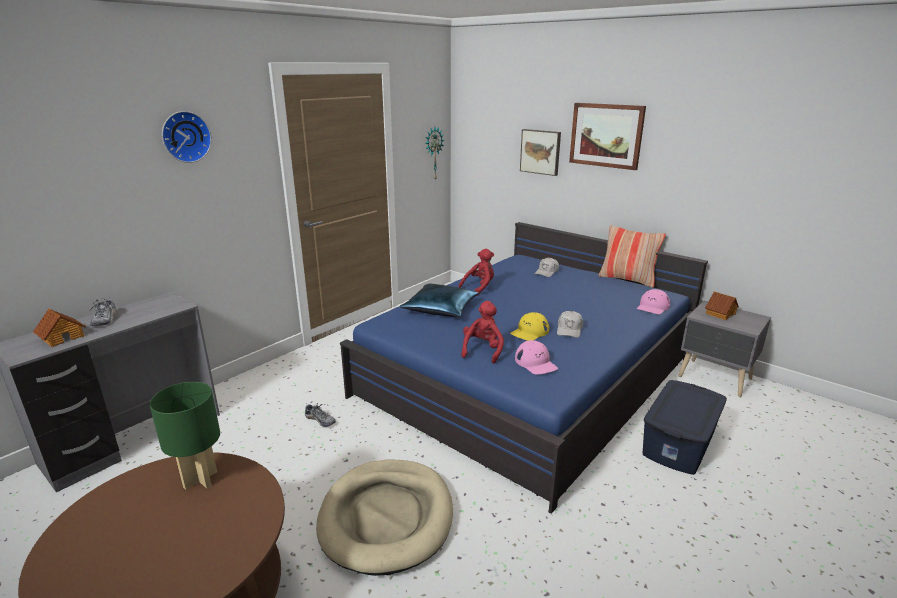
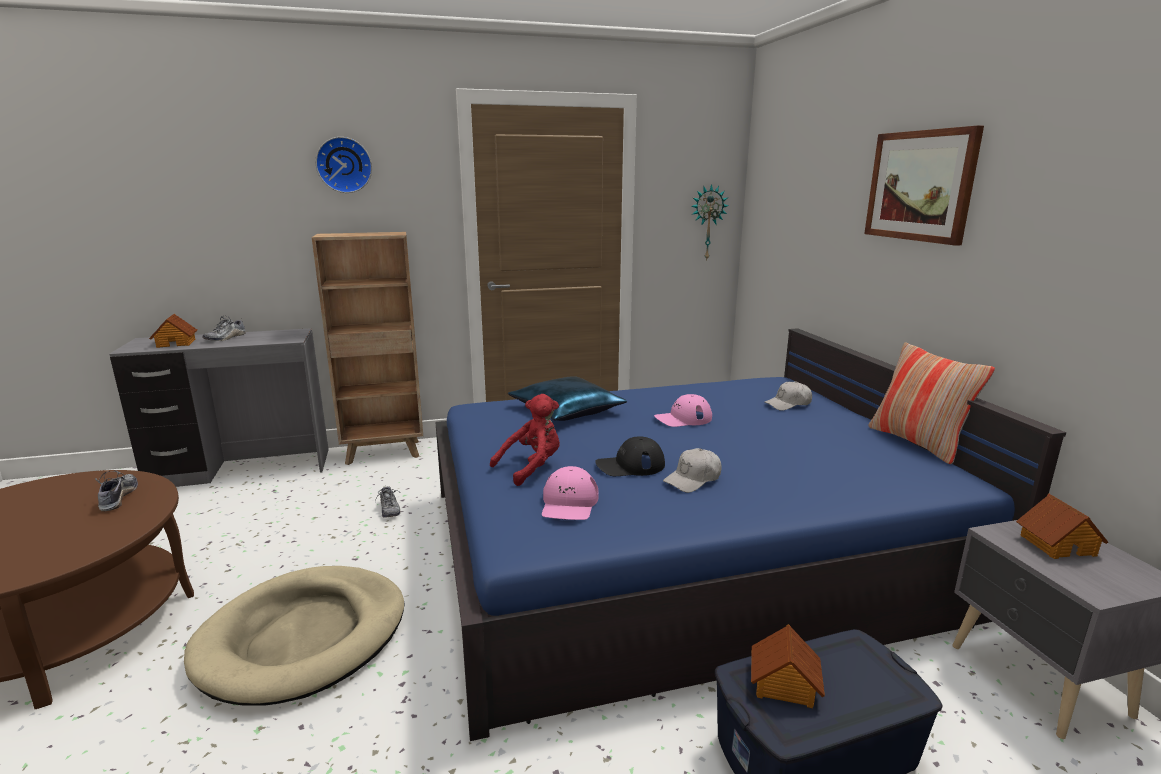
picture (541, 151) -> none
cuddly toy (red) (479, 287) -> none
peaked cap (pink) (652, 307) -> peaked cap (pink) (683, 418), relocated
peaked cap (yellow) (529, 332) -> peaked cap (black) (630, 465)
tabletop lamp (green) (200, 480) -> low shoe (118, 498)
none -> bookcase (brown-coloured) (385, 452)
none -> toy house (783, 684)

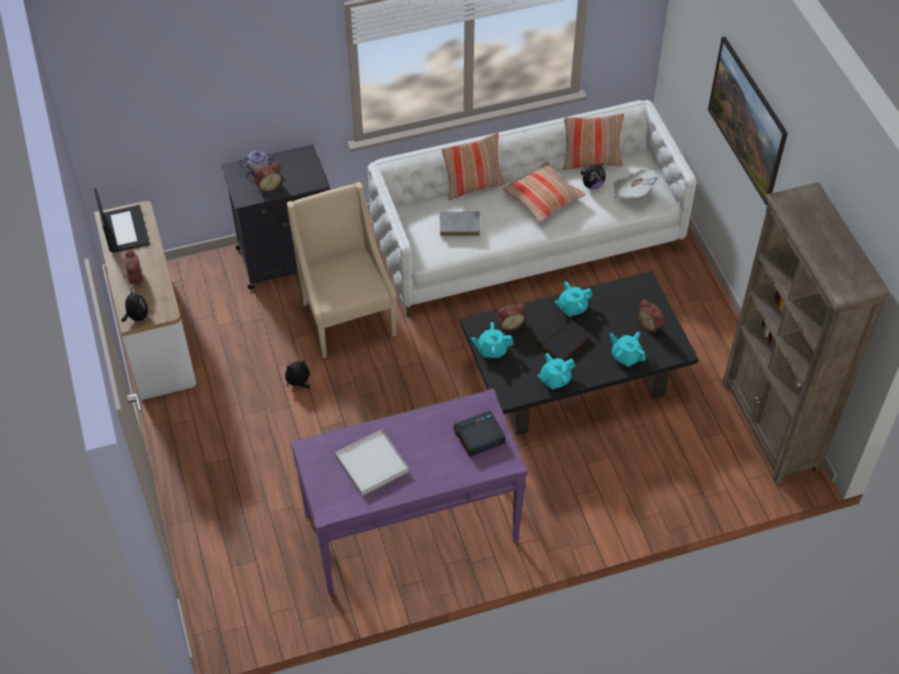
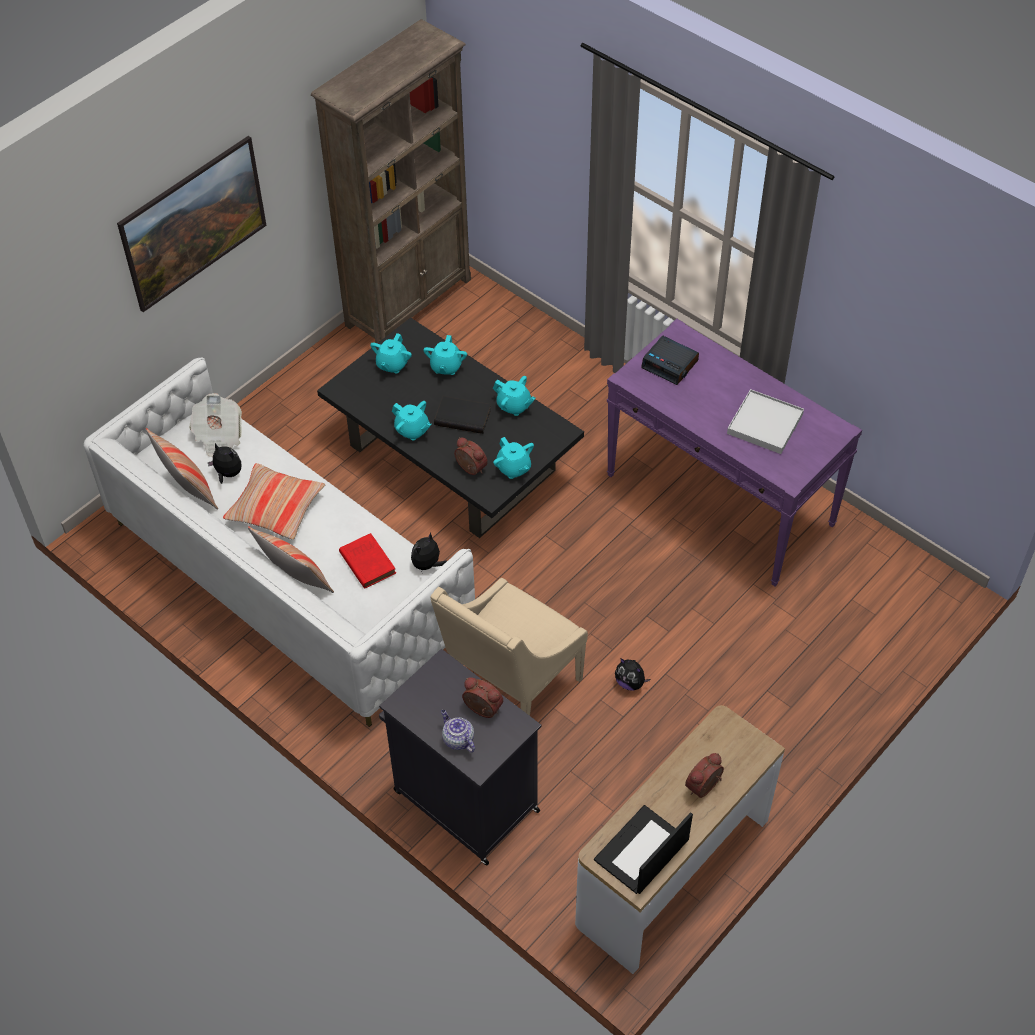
book (grey) (461, 225) -> book (red) (367, 562)
cuddly toy (137, 316) -> cuddly toy (427, 565), relocated
bedside clock (650, 324) -> teapot (turquoise) (392, 364)

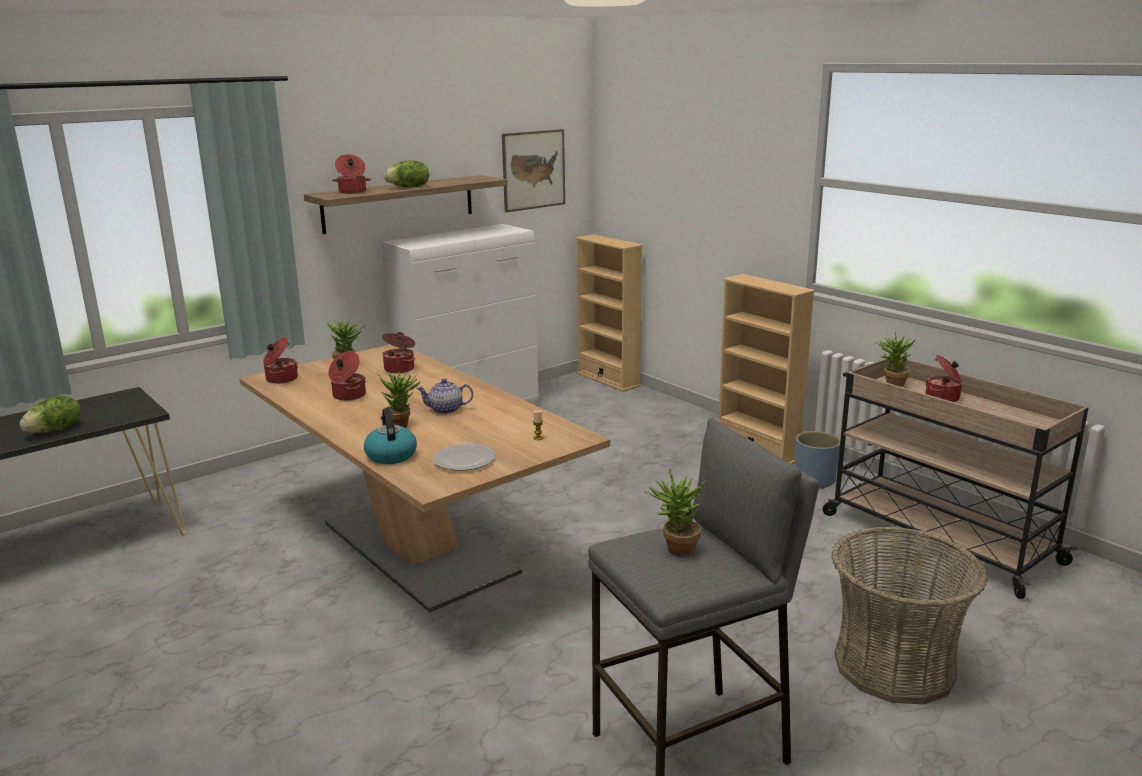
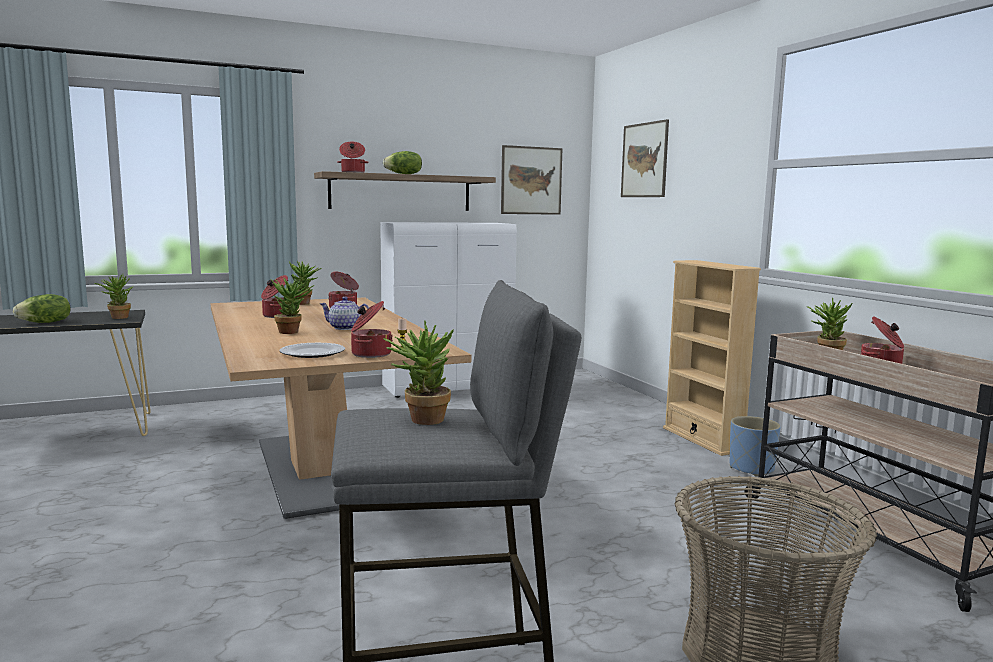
bookcase (sand-coloured) (608, 379) -> none
stockpot (281, 379) -> stockpot (370, 354), relocated
kettle (390, 455) -> none
none -> picture (644, 160)
none -> houseplant (117, 317)

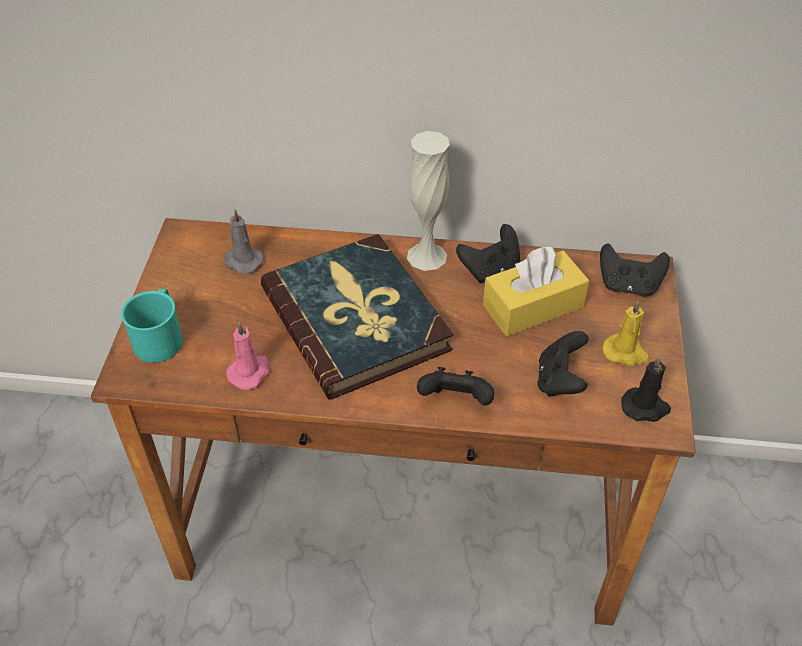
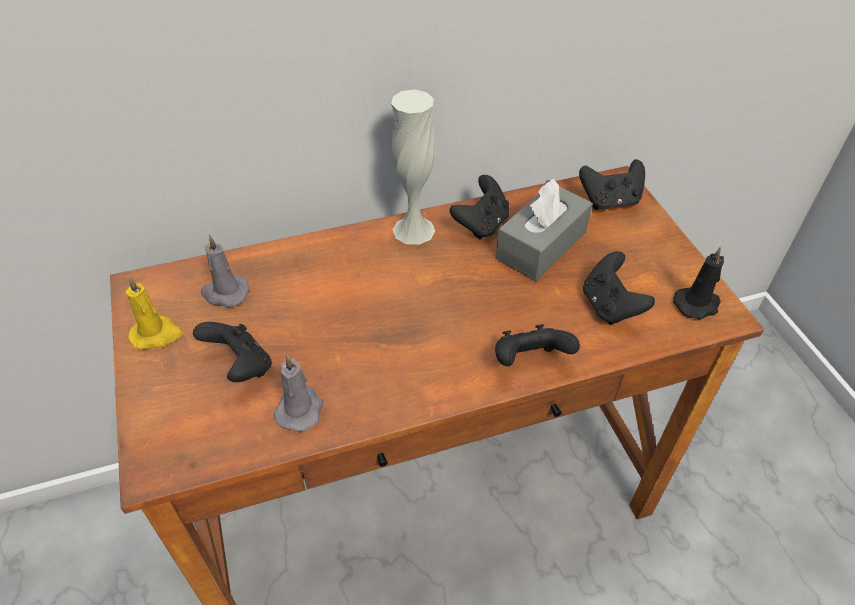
book (356, 319) -> none
tissue holder (yellow) (533, 306) -> tissue holder (grey) (541, 245)
mug (turquoise) (160, 337) -> none
candle (yellow) (625, 352) -> candle (yellow) (157, 334), relocated
candle (pink) (250, 372) -> candle (grey) (300, 409)
none -> game controller (black) (240, 366)

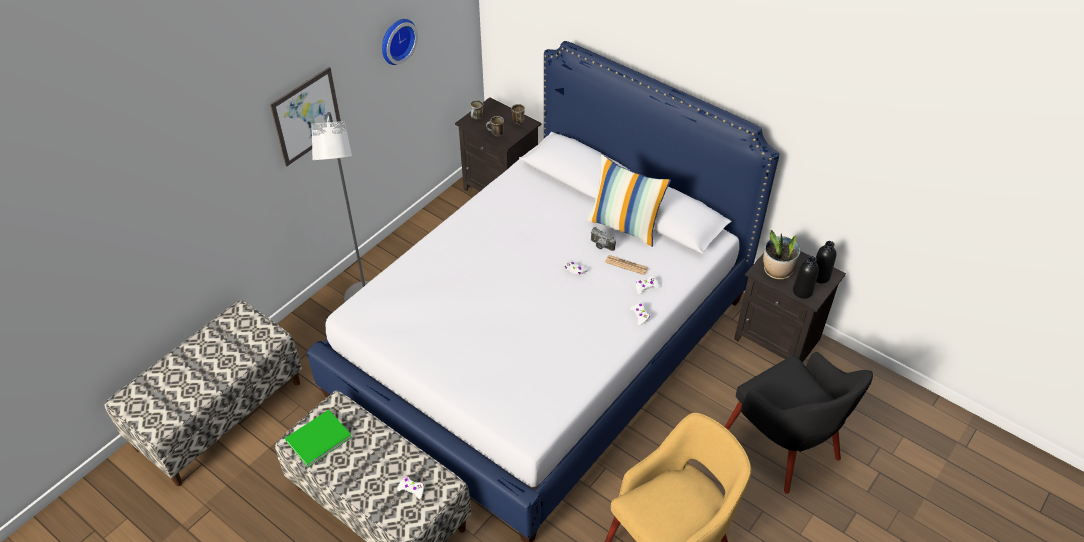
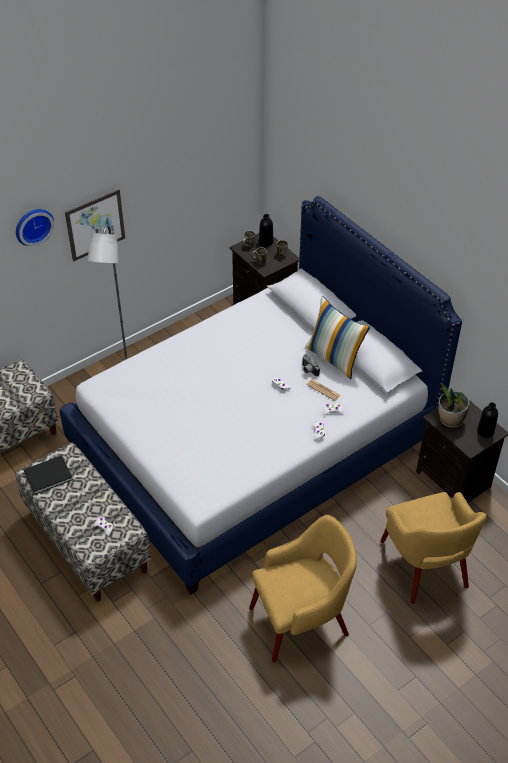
clock on the wall (396, 40) -> clock on the wall (33, 225), relocated
drink bottle (black) (802, 291) -> drink bottle (black) (266, 242), relocated
easy chair (black) (784, 445) -> easy chair (yellow) (425, 566)
book (green) (316, 439) -> book (black) (46, 475)

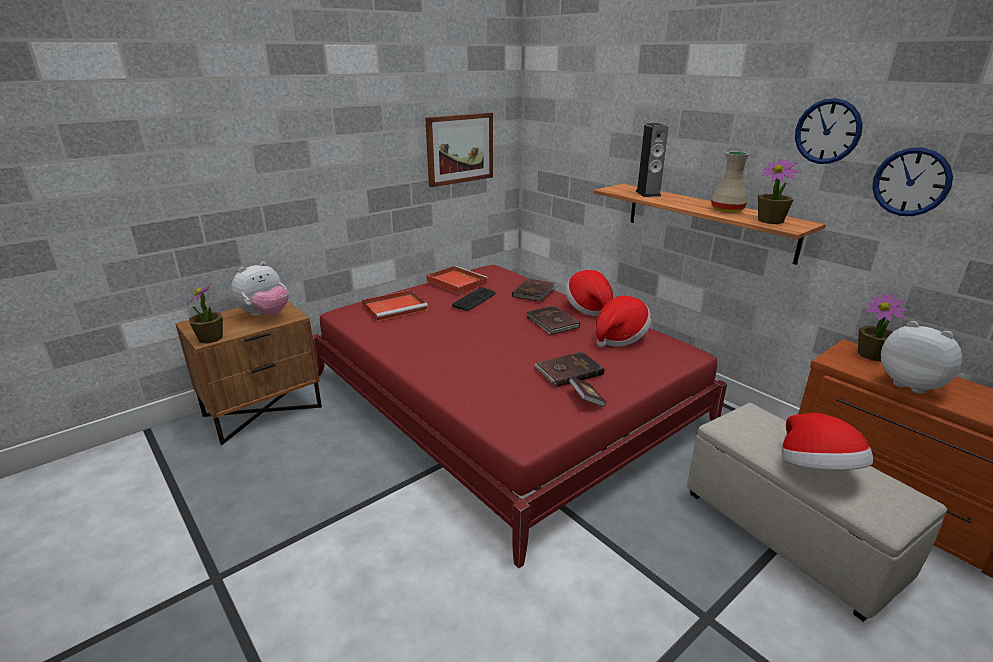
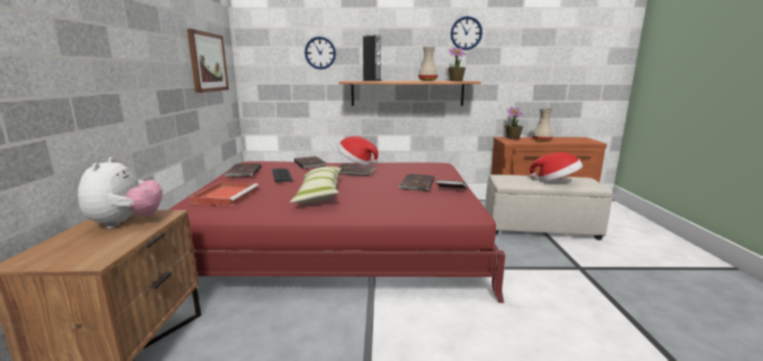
clock on the wall (911, 182) -> clock on the wall (320, 53), relocated
tray (red) (456, 282) -> book (brown-coloured) (243, 172)
houseplant (210, 338) -> none
wearable hat (619, 337) -> none
cuddly toy (911, 384) -> decorative vase (sand-coloured) (542, 141)
none -> pillow (319, 193)

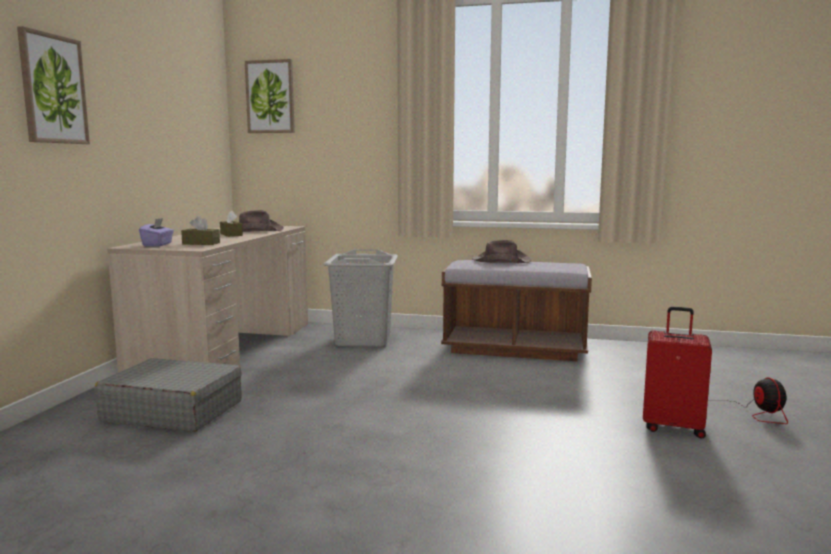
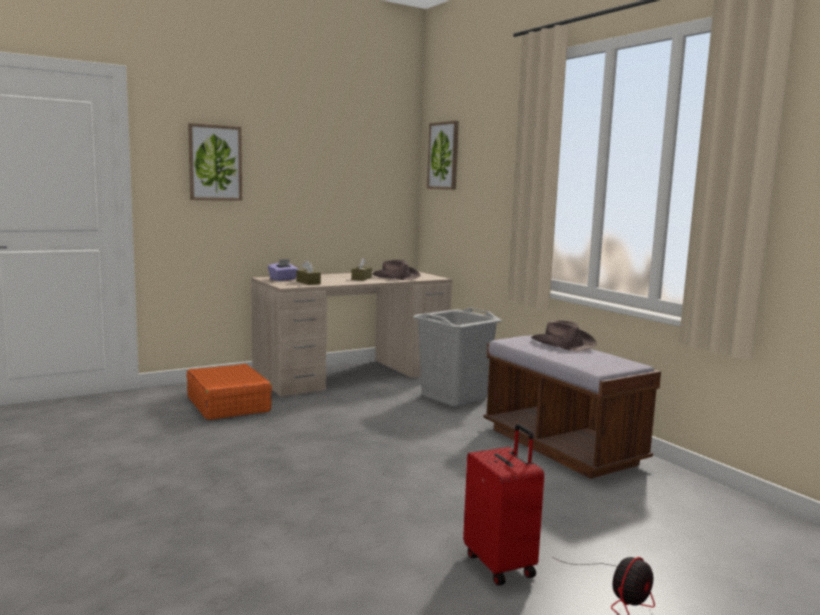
suitcase (grey) (172, 411) -> suitcase (orangey) (228, 404)

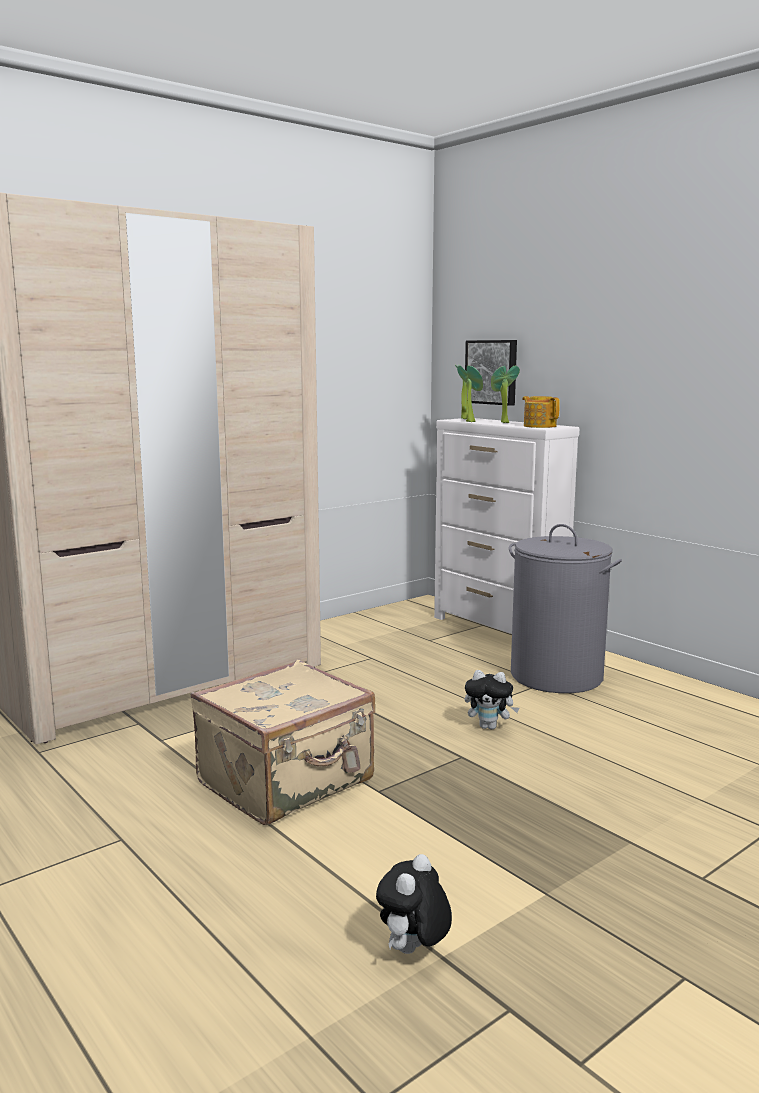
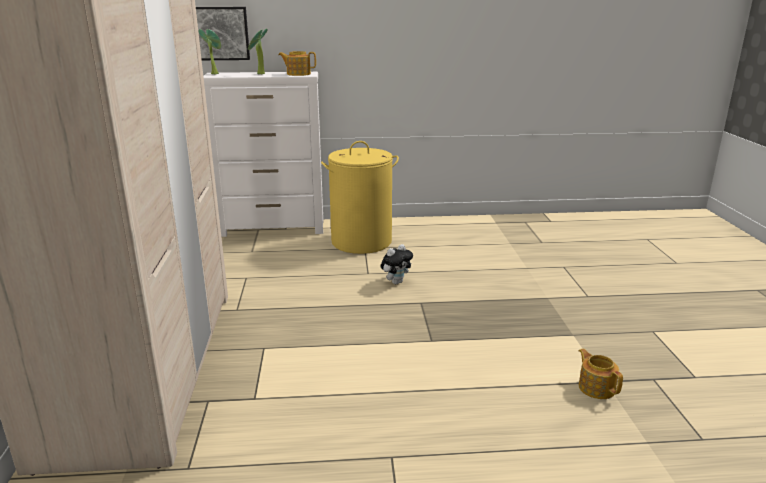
houseplant (470, 421) -> none
hamper (grey) (557, 676) -> hamper (yellow) (361, 241)
suitcase (sand-coloured) (288, 782) -> none
cuddly toy (413, 951) -> teapot (596, 387)

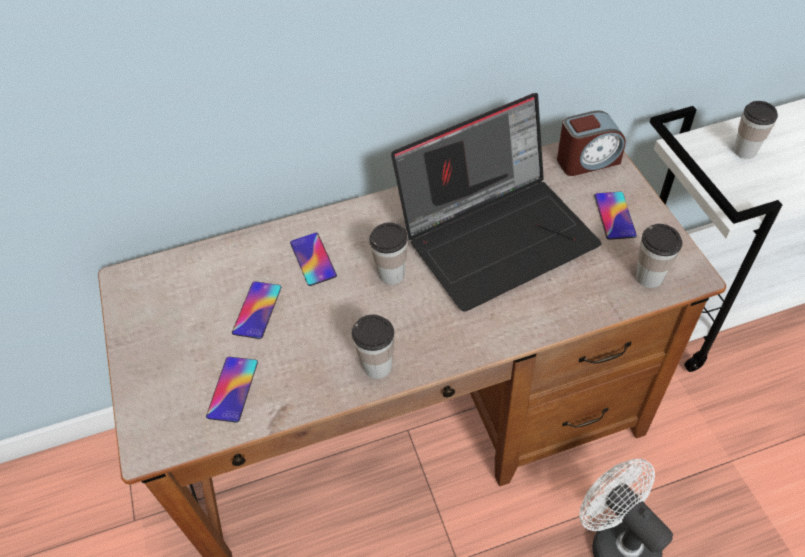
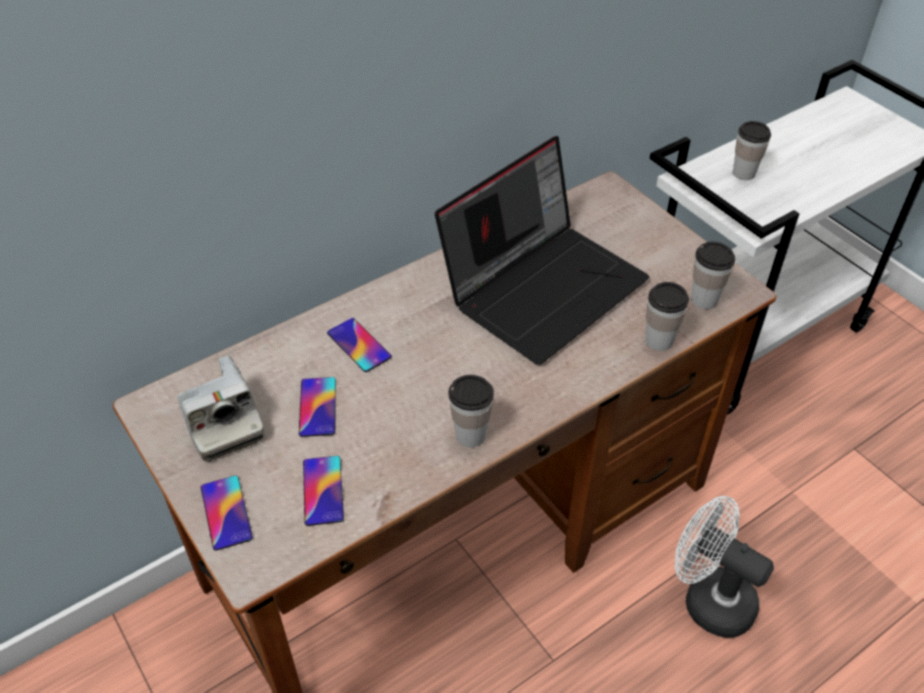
bedside clock (587, 160) -> none
telephone (614, 215) -> telephone (226, 512), relocated
cup (391, 274) -> cup (659, 341), relocated
none -> photo camera (221, 422)

